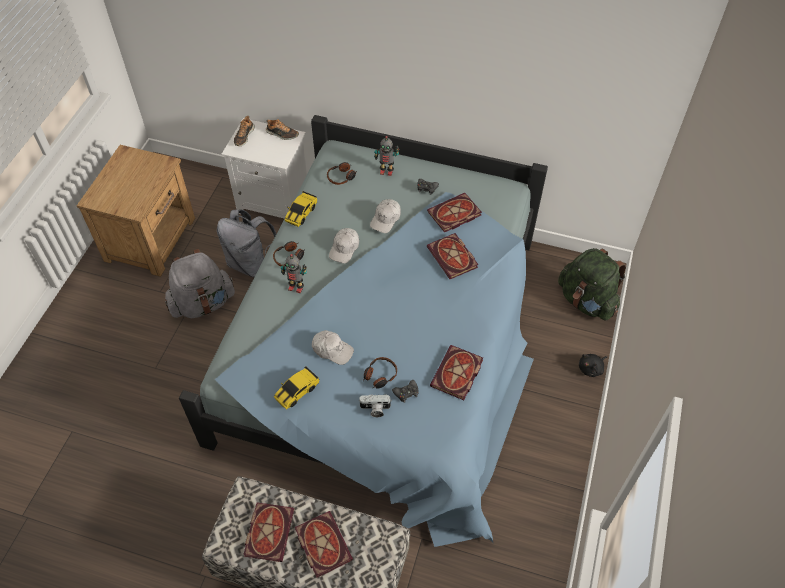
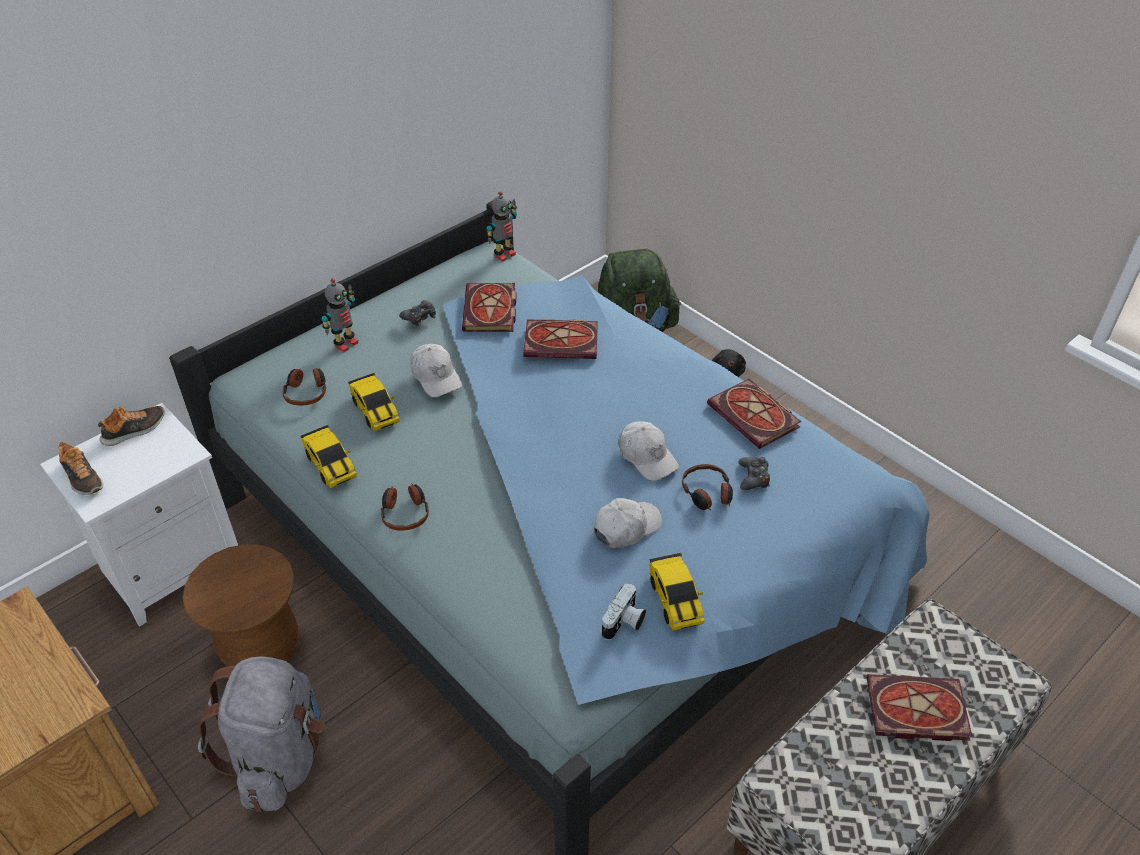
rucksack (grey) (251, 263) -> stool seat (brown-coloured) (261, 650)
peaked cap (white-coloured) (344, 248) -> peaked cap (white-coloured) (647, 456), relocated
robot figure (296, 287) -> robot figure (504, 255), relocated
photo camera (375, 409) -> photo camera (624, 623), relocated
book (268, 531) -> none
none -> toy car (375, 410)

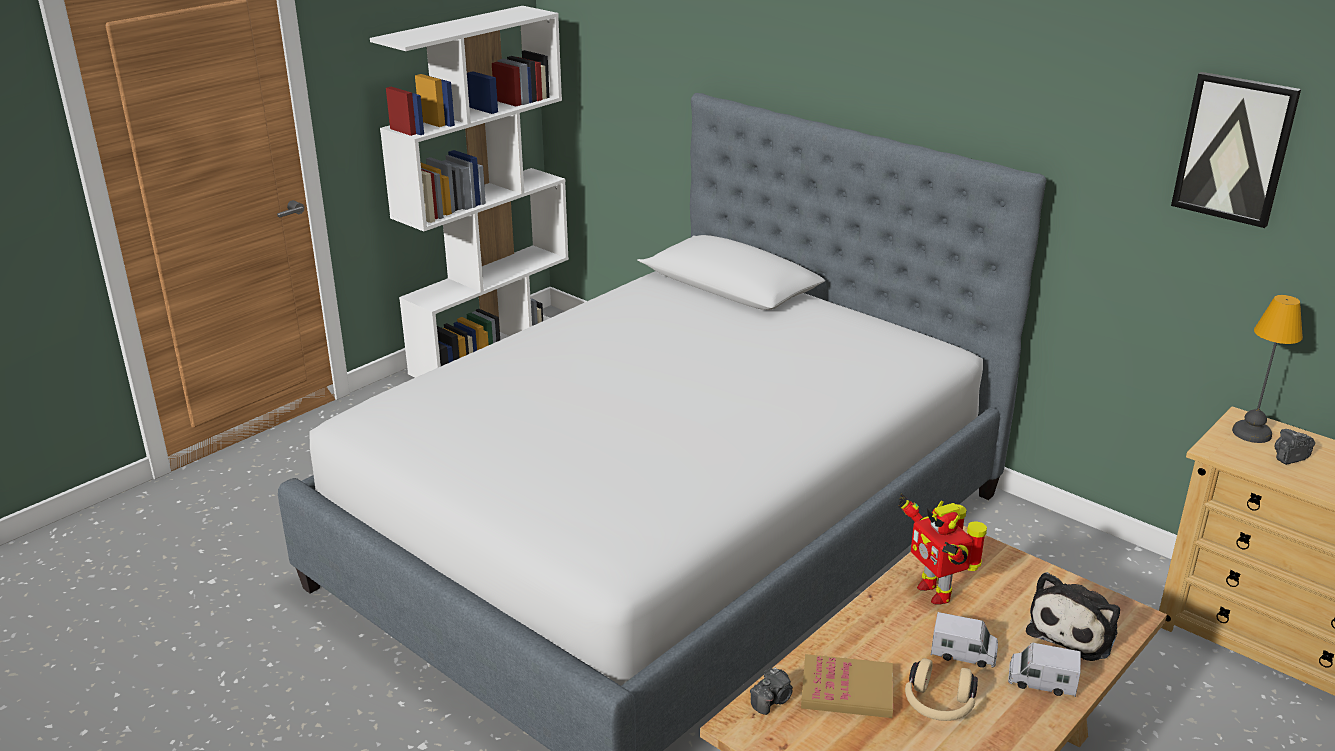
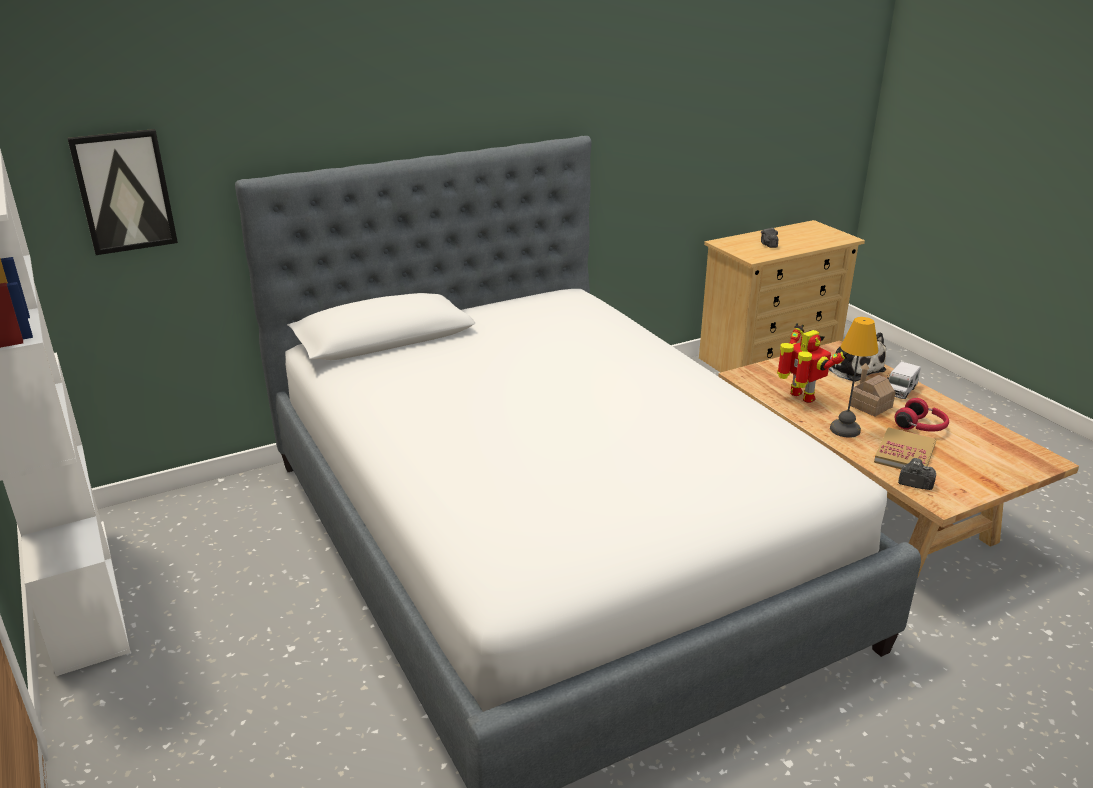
picture (1234, 149) -> picture (124, 191), relocated
tabletop lamp (1250, 432) -> tabletop lamp (844, 429), relocated
robot figure (936, 591) -> robot figure (801, 398), 120 degrees counterclockwise
toy truck (963, 654) -> toy house (870, 406)
pair of headphones (sand-coloured) (938, 705) -> pair of headphones (red) (921, 427)
photo camera (772, 700) -> photo camera (914, 483), 45 degrees counterclockwise

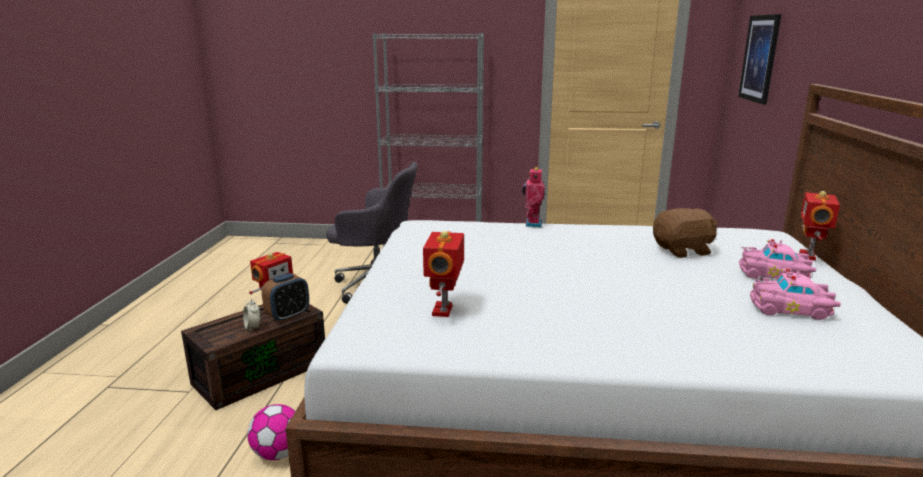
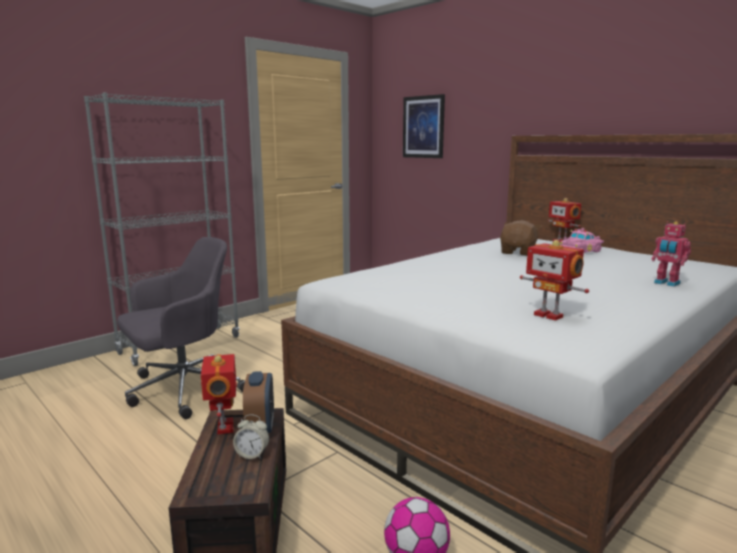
robot figure (532, 224) -> robot figure (666, 283), relocated
toy car (pink) (791, 309) -> none

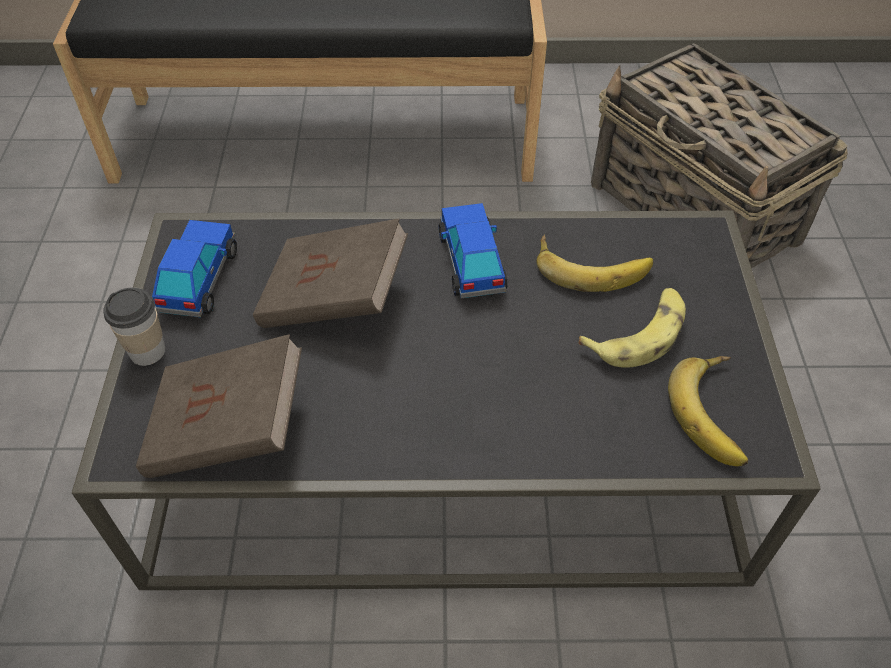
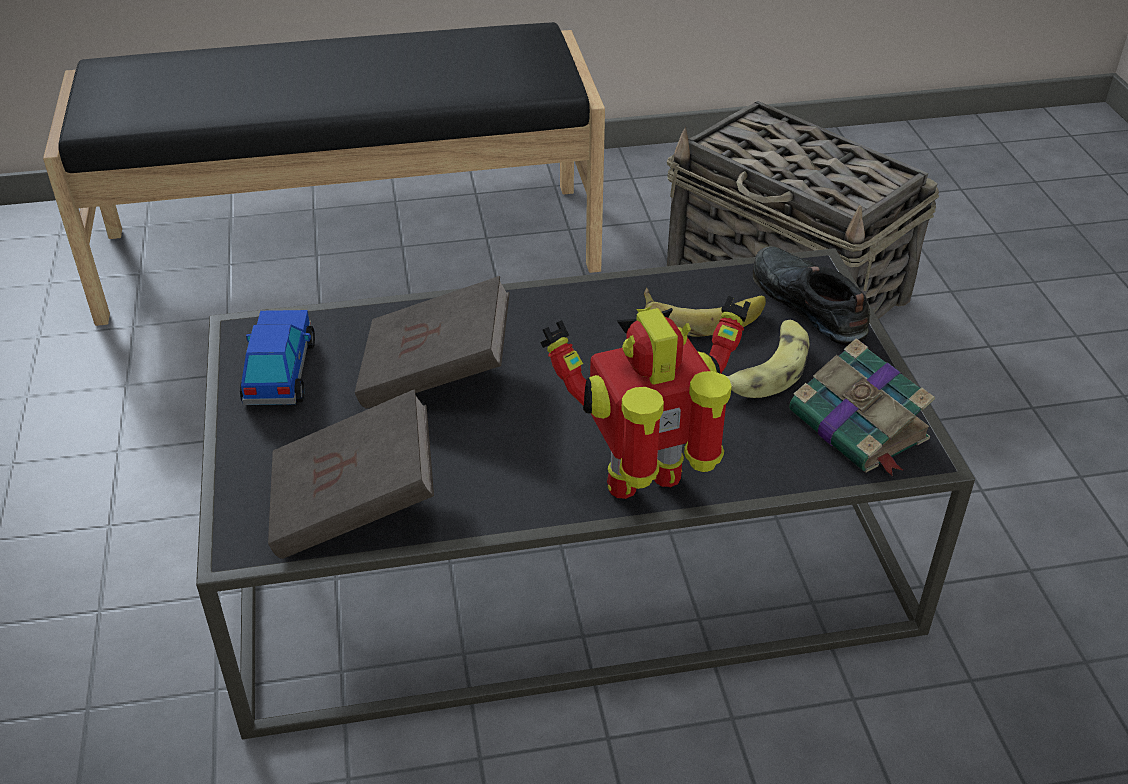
toy car (471, 262) -> none
cup (147, 351) -> none
banana fruit (717, 413) -> book (860, 427)
none -> low shoe (black) (806, 303)
none -> robot figure (648, 485)

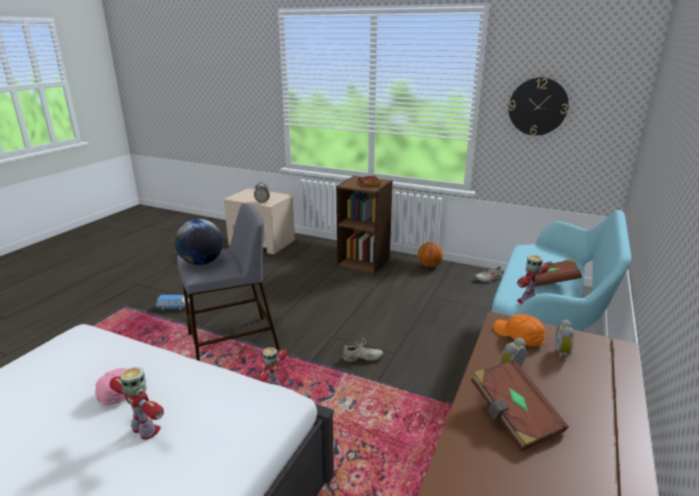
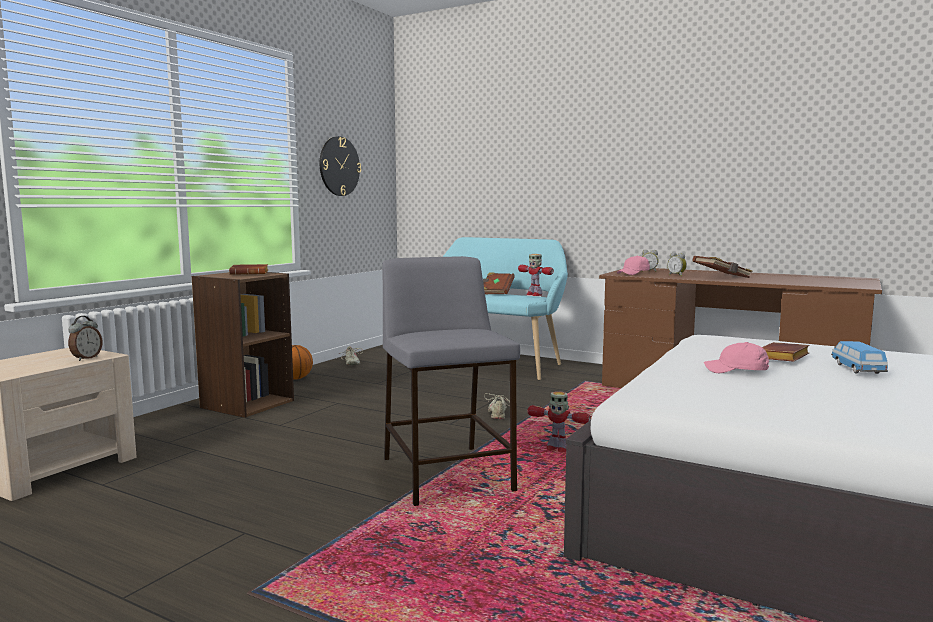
world globe (202, 262) -> none
toy car (173, 307) -> toy car (857, 369), relocated
peaked cap (orangey) (518, 337) -> peaked cap (pink) (634, 273)
robot figure (145, 430) -> book (brown-coloured) (783, 358)

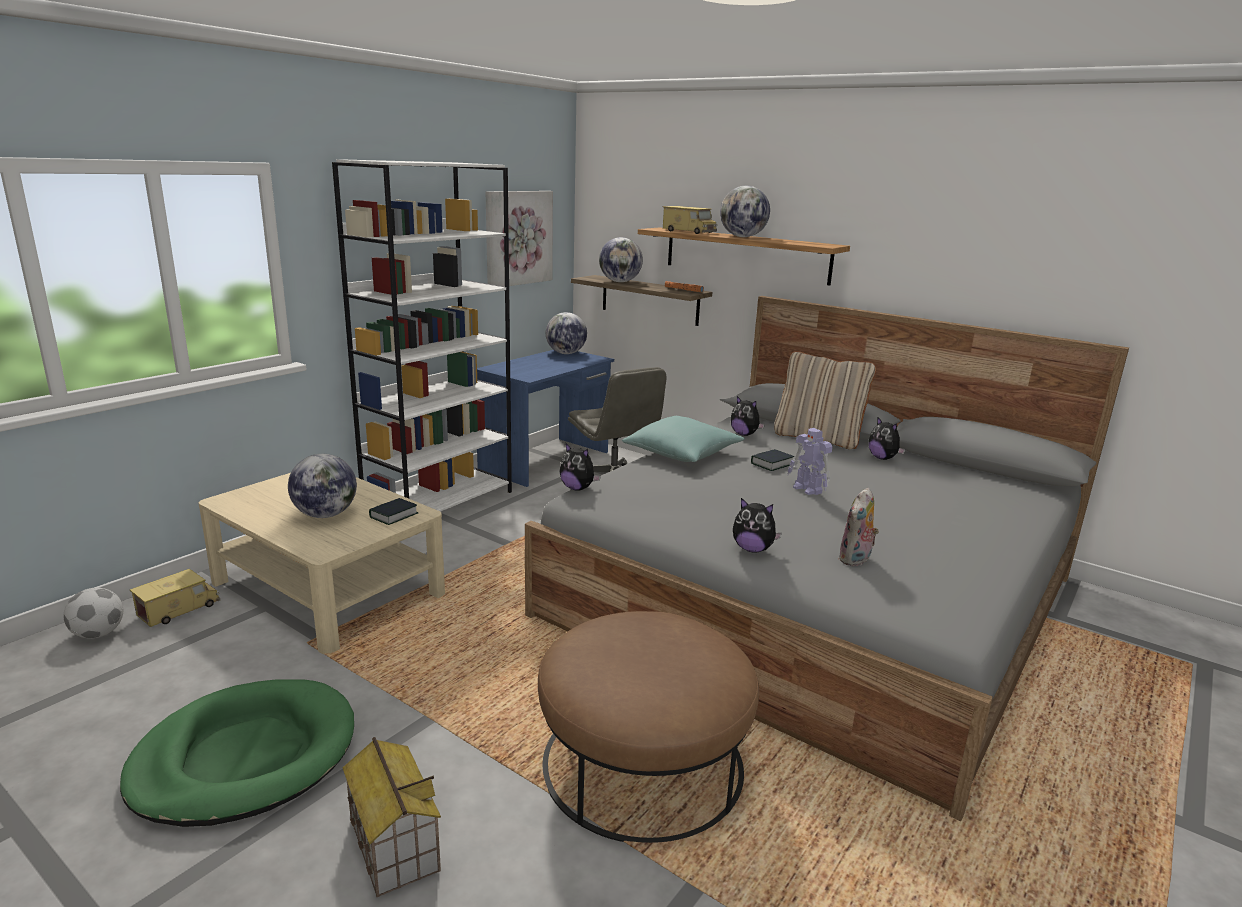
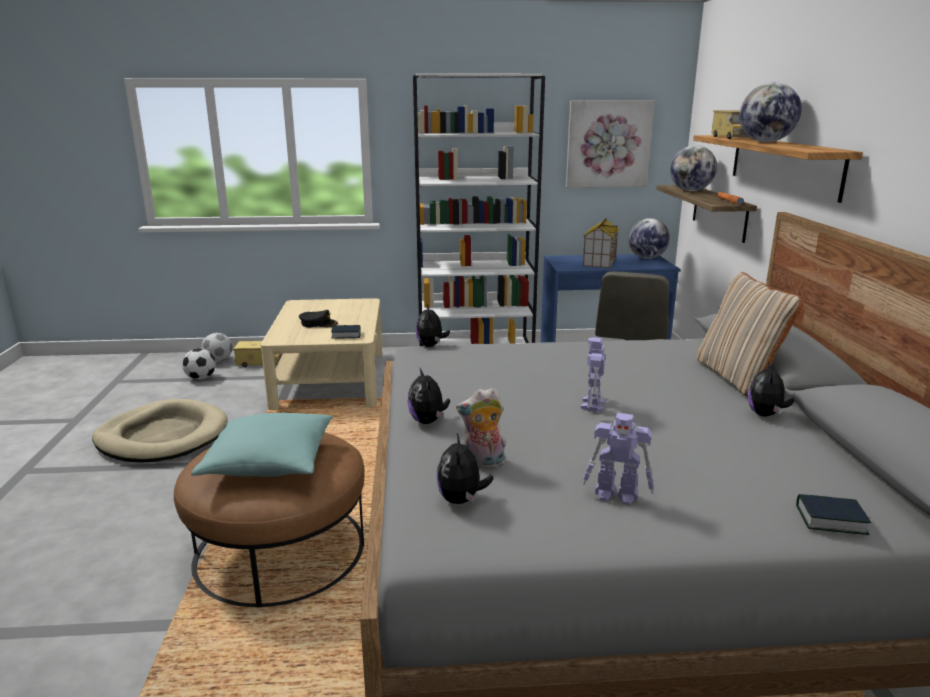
cuddly toy (744, 434) -> cuddly toy (461, 500), relocated
pillow (turquoise) (682, 454) -> pillow (turquoise) (269, 463), relocated
book (772, 464) -> book (830, 520), relocated
world globe (325, 515) -> peaked cap (black) (318, 323)
dog bed (green) (245, 757) -> dog bed (sand-coloured) (163, 436)
toy house (393, 844) -> toy house (599, 261), relocated
none -> football ball (201, 378)
none -> robot figure (617, 495)

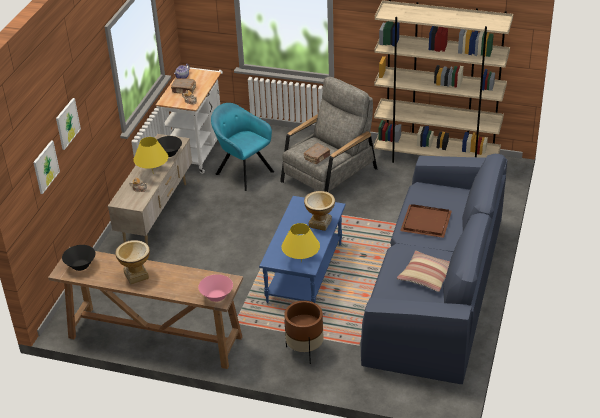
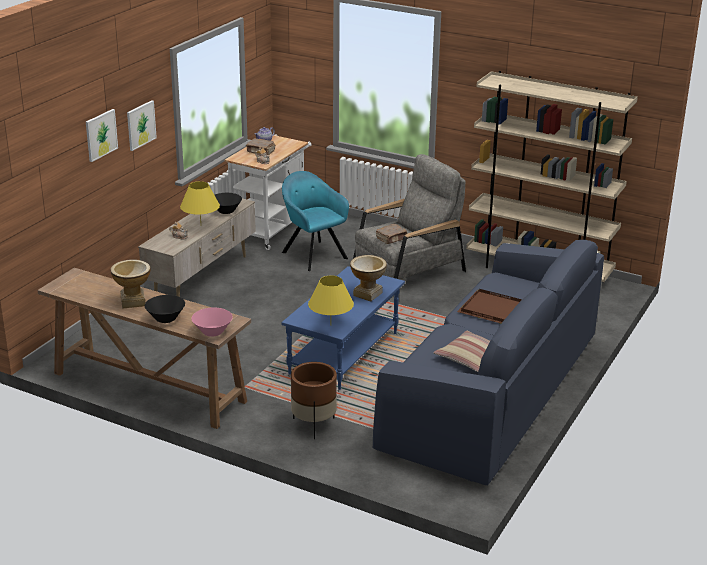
picture (45, 167) -> picture (141, 125), relocated
deep dish (black) (80, 266) -> deep dish (black) (165, 319), relocated

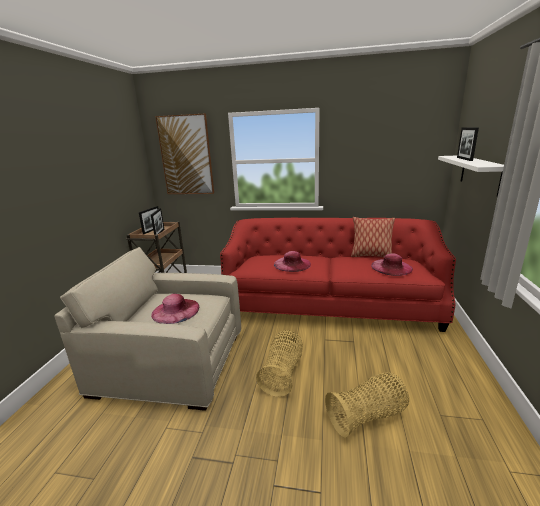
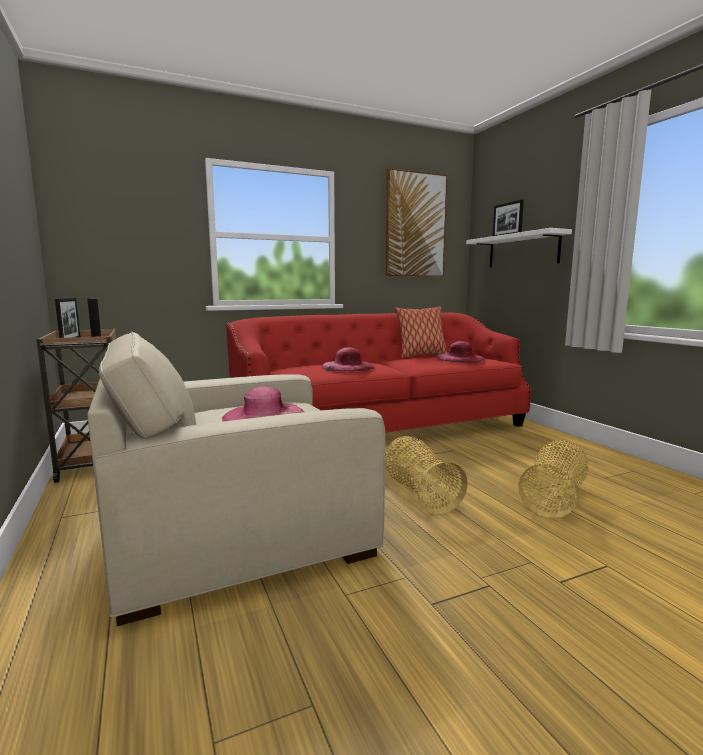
picture (186, 155) -> picture (415, 225), relocated

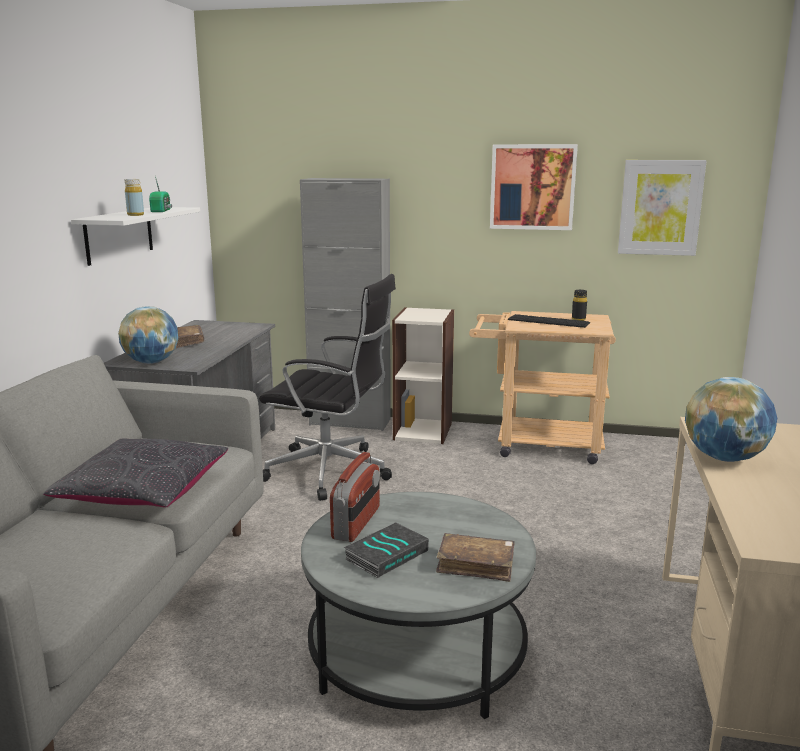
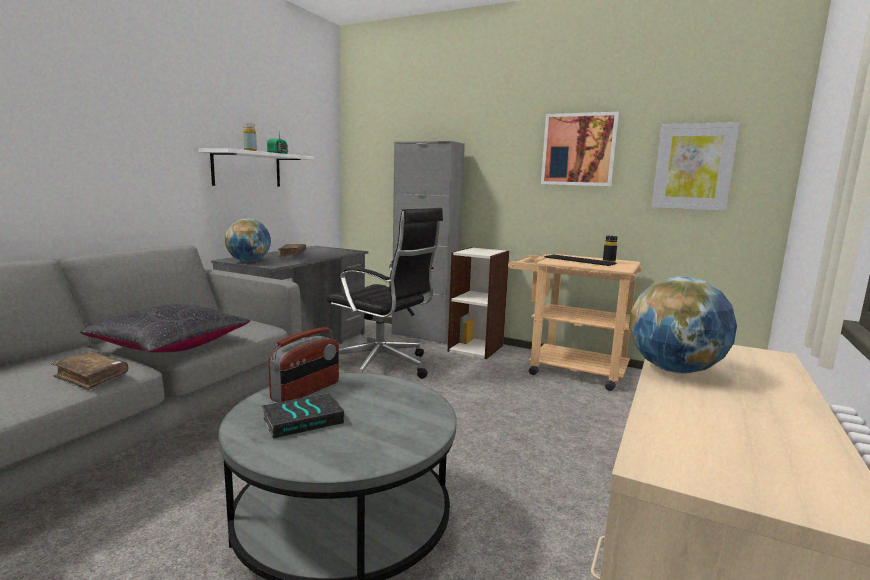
book (brown-coloured) (476, 565) -> book (brown-coloured) (91, 377), relocated

